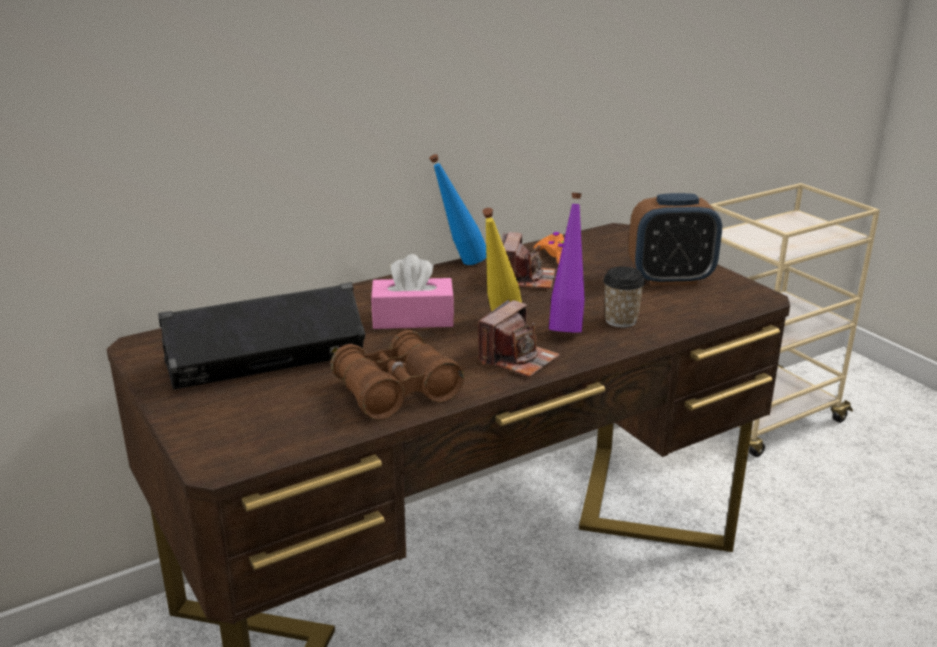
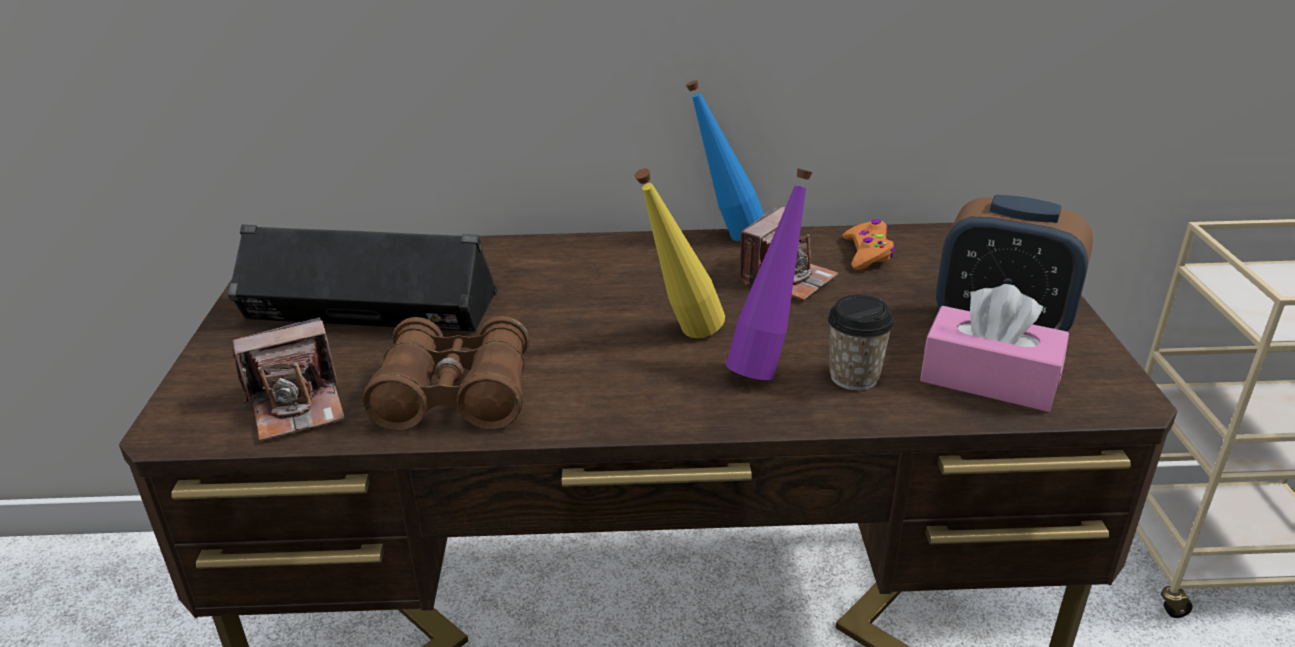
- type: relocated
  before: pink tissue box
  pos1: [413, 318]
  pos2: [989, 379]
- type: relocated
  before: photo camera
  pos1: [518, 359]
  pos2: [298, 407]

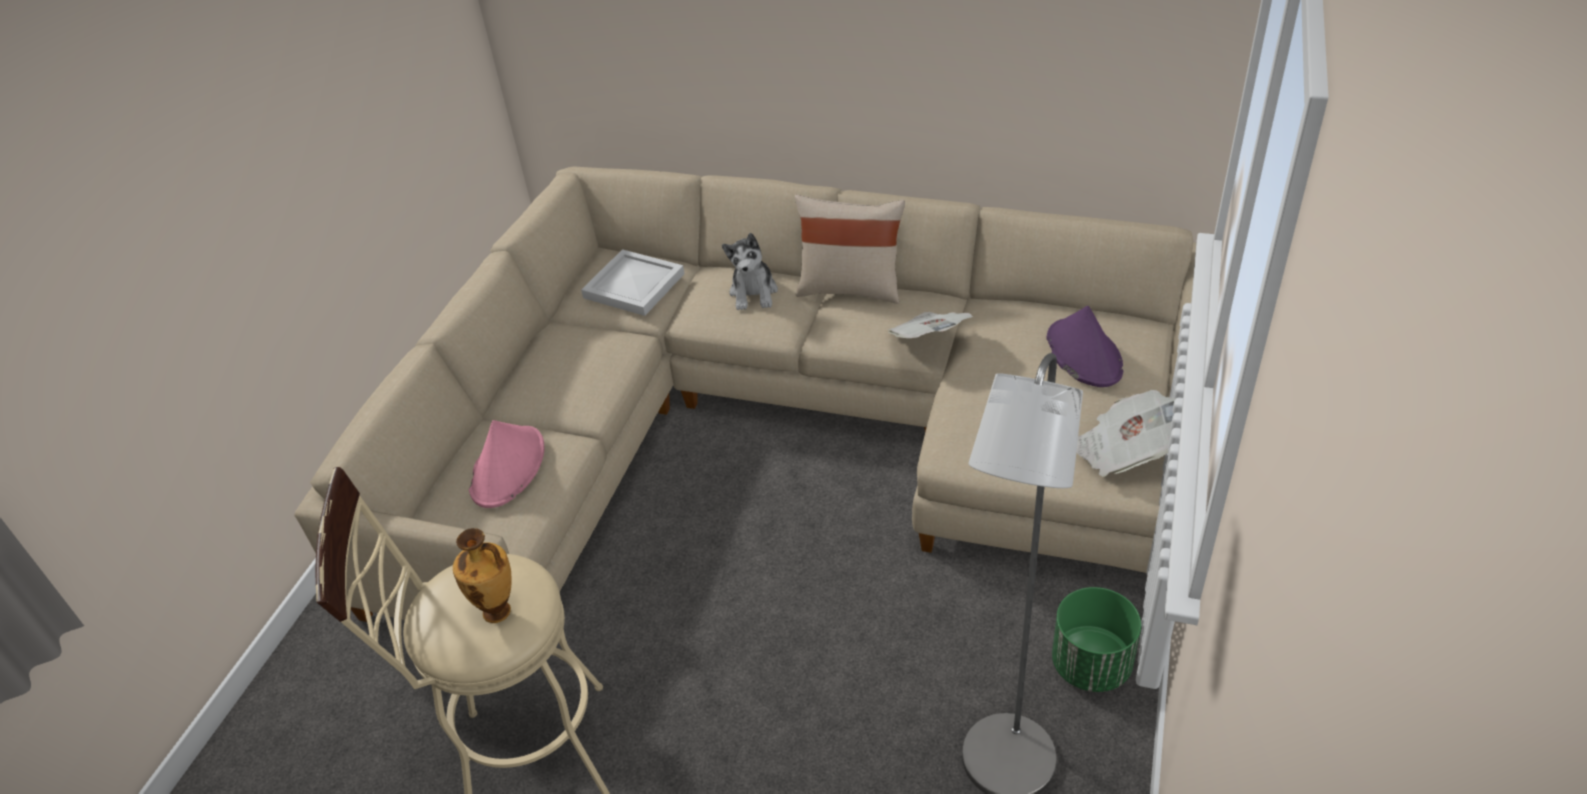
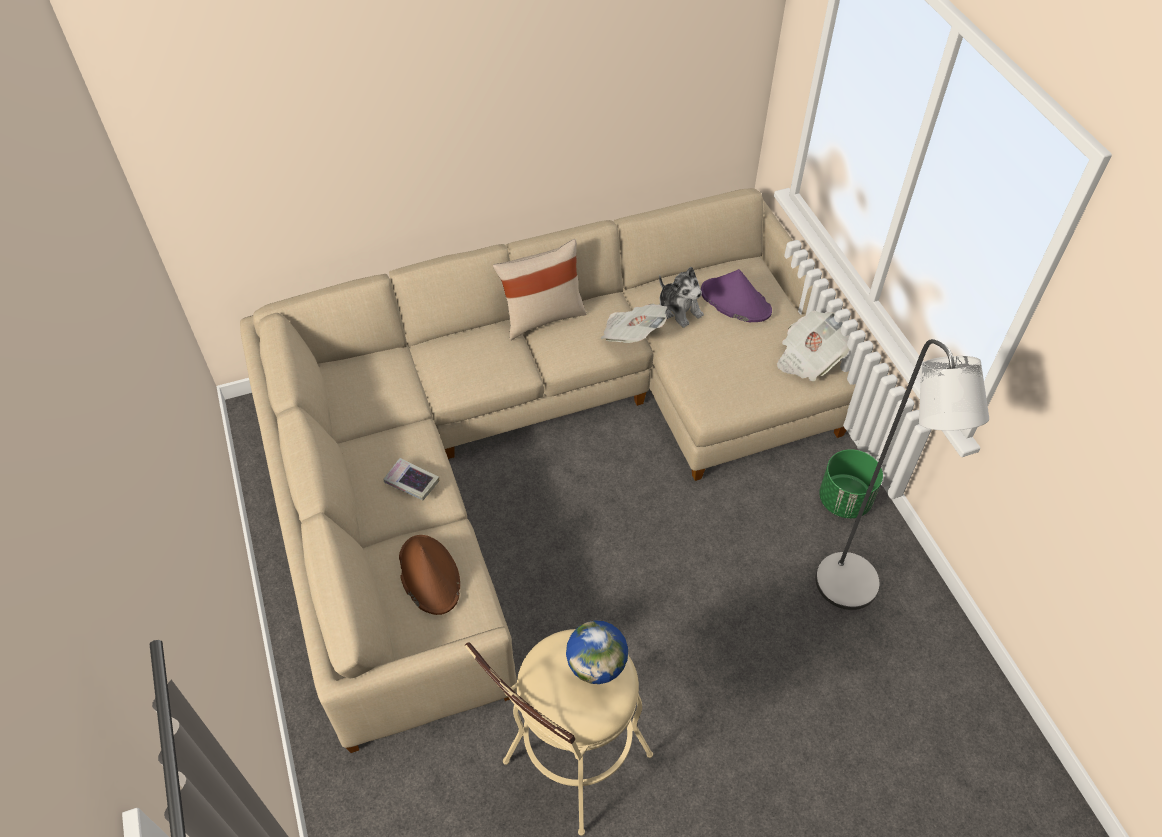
- type: exchanged
  before: vase
  after: globe
  pos1: [498, 612]
  pos2: [597, 676]
- type: colour
  before: pink hat
  after: brown hat
  pos1: [508, 467]
  pos2: [429, 575]
- type: missing
  before: white tray
  pos1: [634, 286]
- type: relocated
  before: plush toy
  pos1: [754, 293]
  pos2: [679, 309]
- type: appeared
  after: book
  pos2: [411, 482]

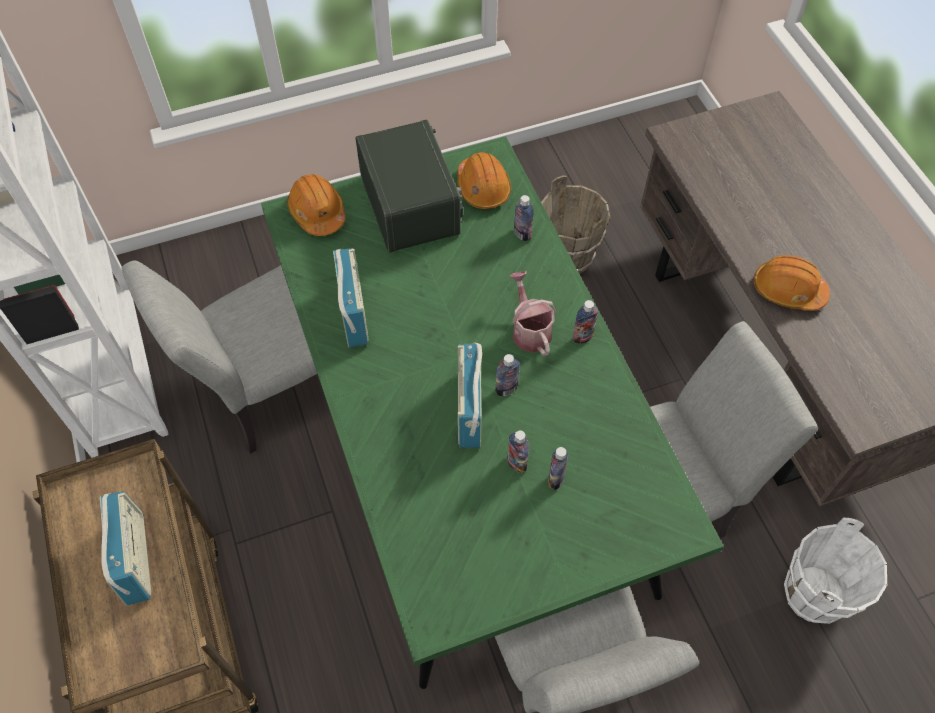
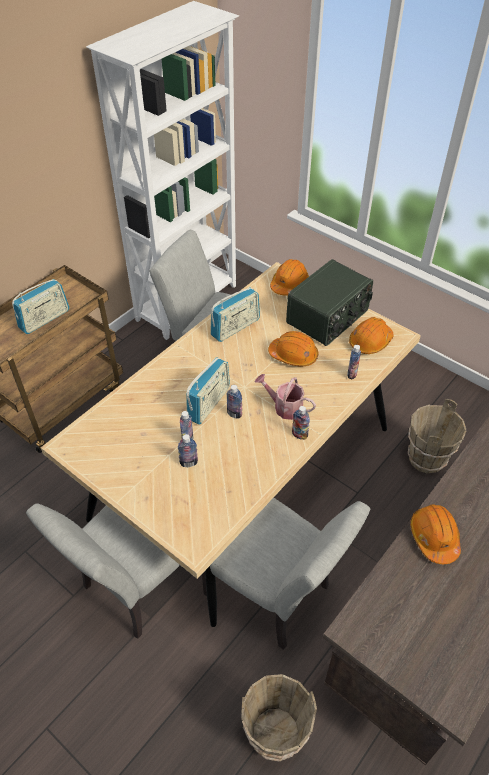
- type: colour
  before: green dining table
  after: beige dining table
  pos1: [465, 452]
  pos2: [244, 471]
- type: spun
  before: radio
  pos1: [469, 409]
  pos2: [209, 403]
  turn: 150
- type: spun
  before: watering can
  pos1: [529, 330]
  pos2: [284, 407]
  turn: -105
- type: colour
  before: white bucket
  after: brown bucket
  pos1: [814, 595]
  pos2: [275, 734]
- type: appeared
  after: orange hard hat
  pos2: [293, 355]

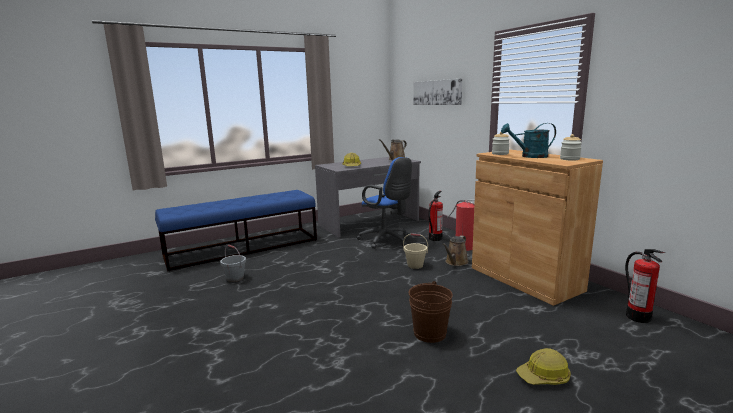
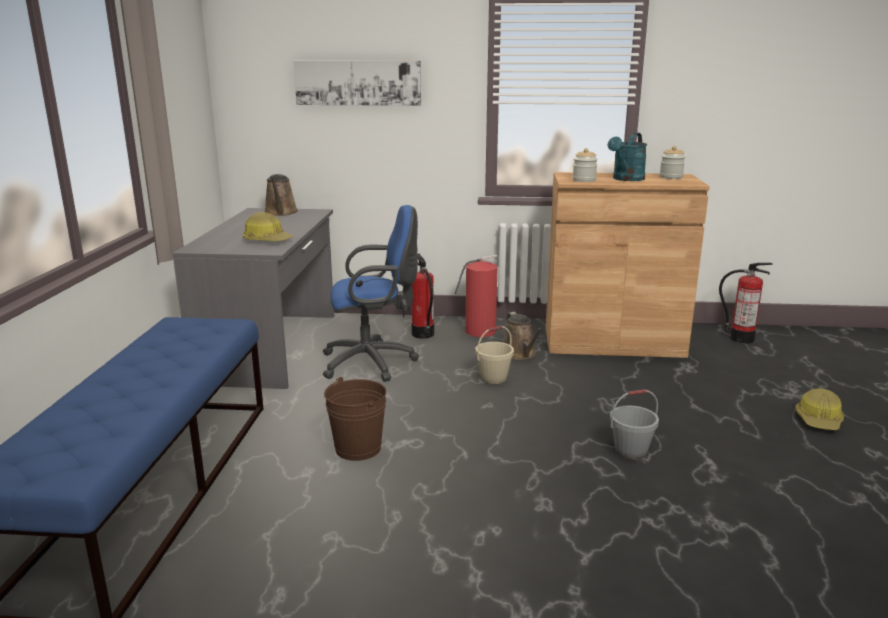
- type: relocated
  before: grey bucket
  pos1: [235, 278]
  pos2: [630, 451]
- type: relocated
  before: brown bucket
  pos1: [430, 333]
  pos2: [358, 448]

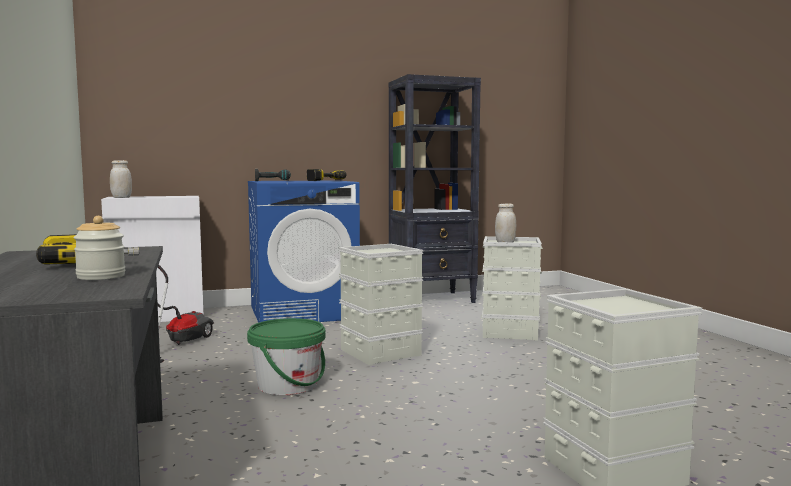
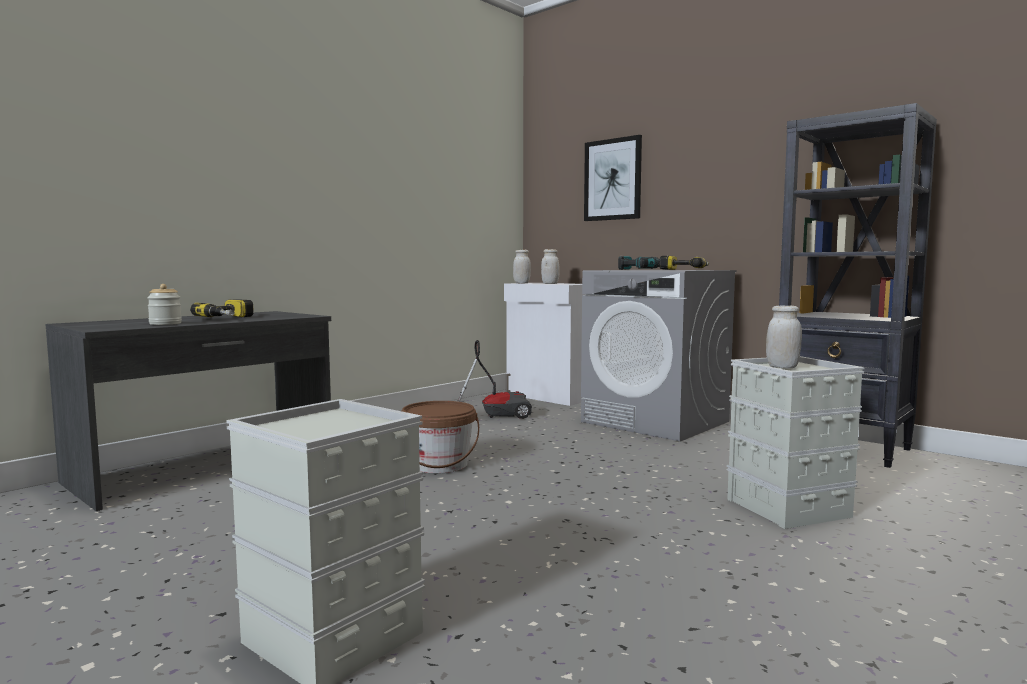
- type: colour
  before: green bucket
  after: brown bucket
  pos1: [288, 385]
  pos2: [439, 465]
- type: colour
  before: blue washing machine
  after: grey washing machine
  pos1: [304, 312]
  pos2: [656, 422]
- type: missing
  before: grey storage box
  pos1: [380, 352]
- type: appeared
  after: white jar
  pos2: [550, 283]
- type: appeared
  after: picture
  pos2: [612, 179]

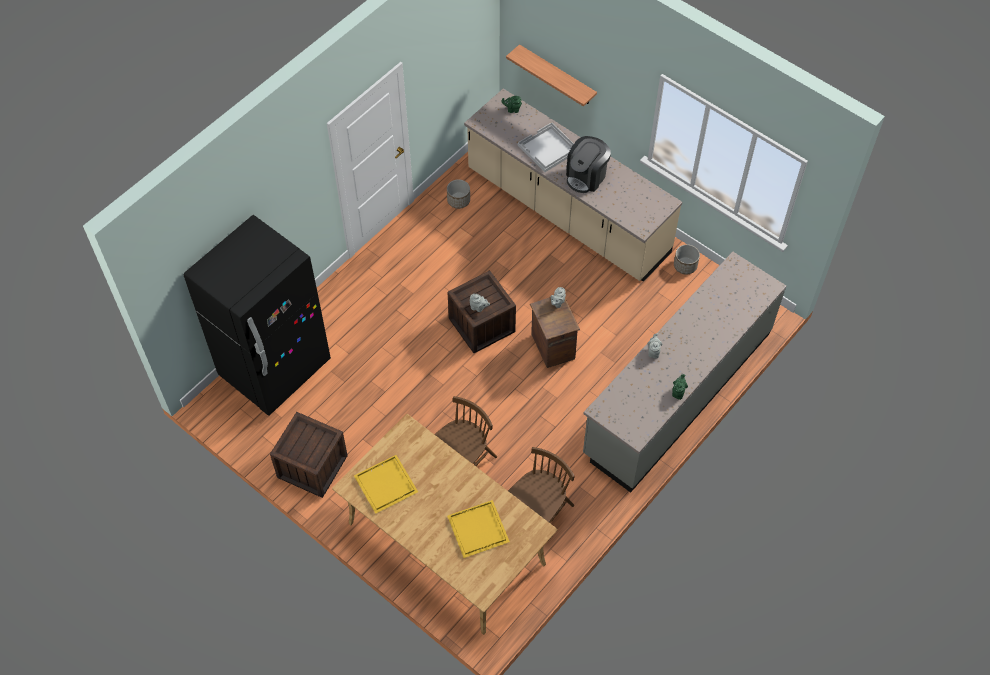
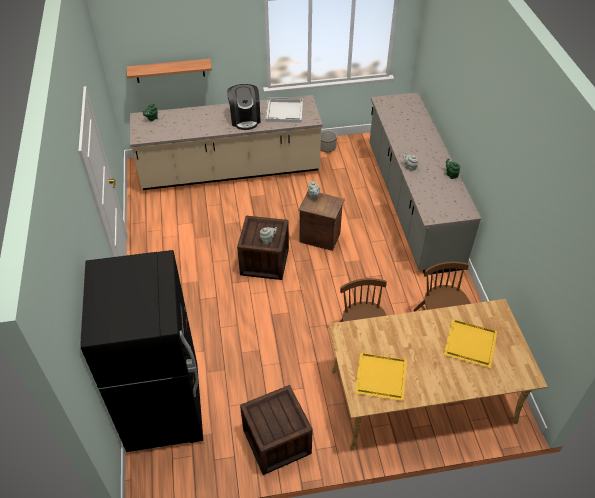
- type: missing
  before: planter
  pos1: [458, 200]
- type: relocated
  before: white tray
  pos1: [548, 149]
  pos2: [284, 111]

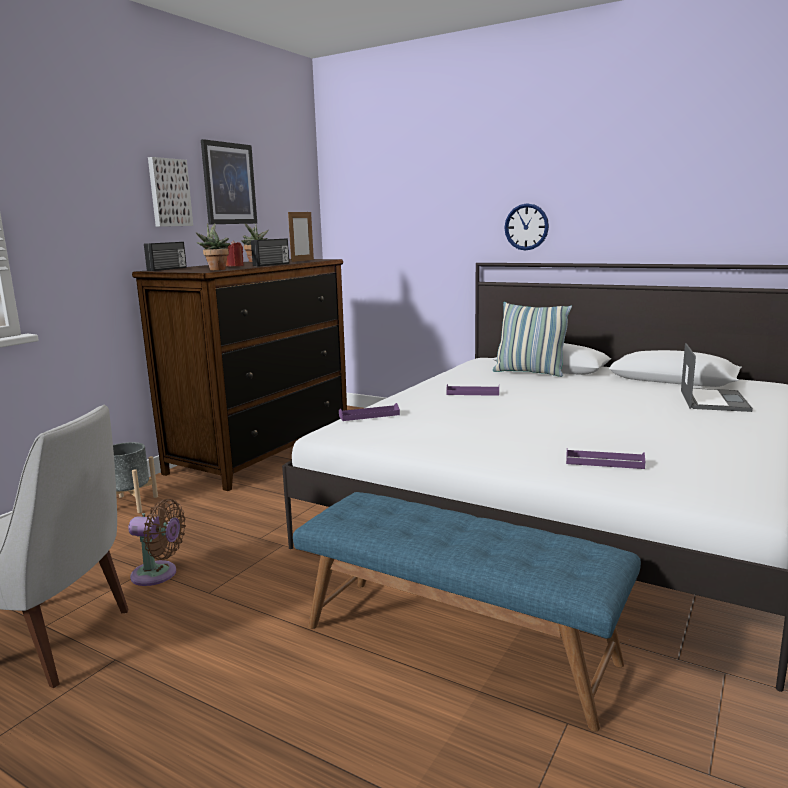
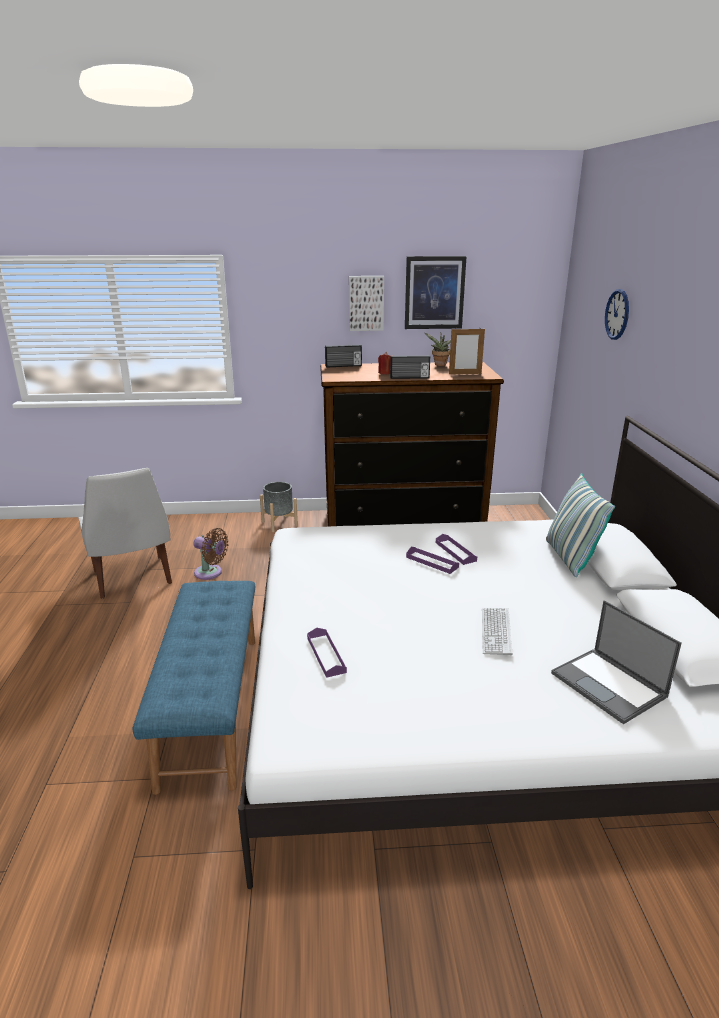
- type: spun
  before: brown fan
  pos1: [158, 574]
  pos2: [210, 573]
  turn: -45
- type: missing
  before: potted plant
  pos1: [216, 269]
- type: relocated
  before: purple tray
  pos1: [369, 415]
  pos2: [432, 562]
- type: relocated
  before: wall clock
  pos1: [526, 227]
  pos2: [617, 314]
- type: spun
  before: laptop
  pos1: [713, 400]
  pos2: [609, 685]
  turn: 75
- type: appeared
  after: keyboard
  pos2: [496, 632]

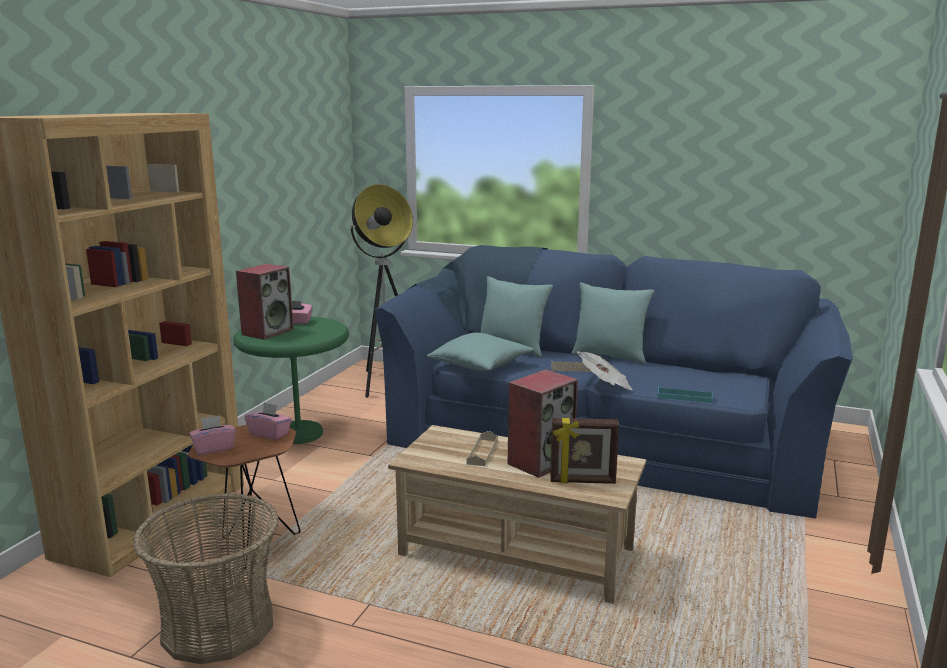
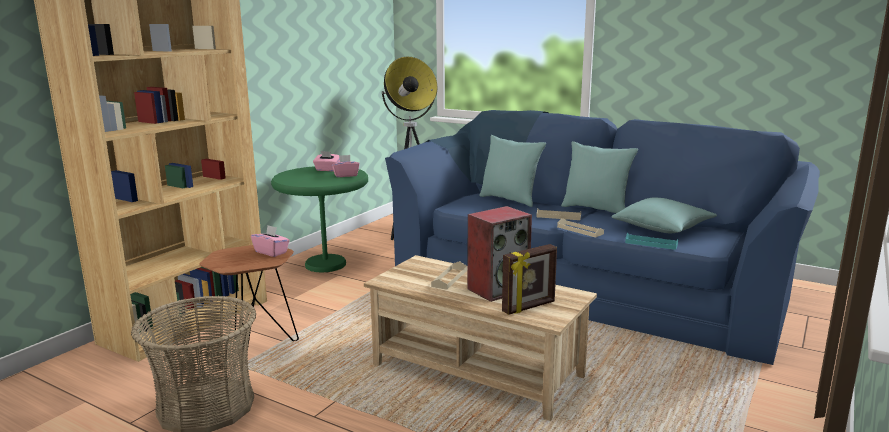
- type: relocated
  before: pink tissue box
  pos1: [214, 448]
  pos2: [345, 175]
- type: missing
  before: speaker
  pos1: [267, 332]
- type: relocated
  before: turquoise pillow
  pos1: [481, 365]
  pos2: [663, 228]
- type: spun
  before: picture frame
  pos1: [582, 481]
  pos2: [529, 307]
  turn: -45
- type: exchanged
  before: newspaper
  after: beige tray
  pos1: [604, 385]
  pos2: [580, 230]

